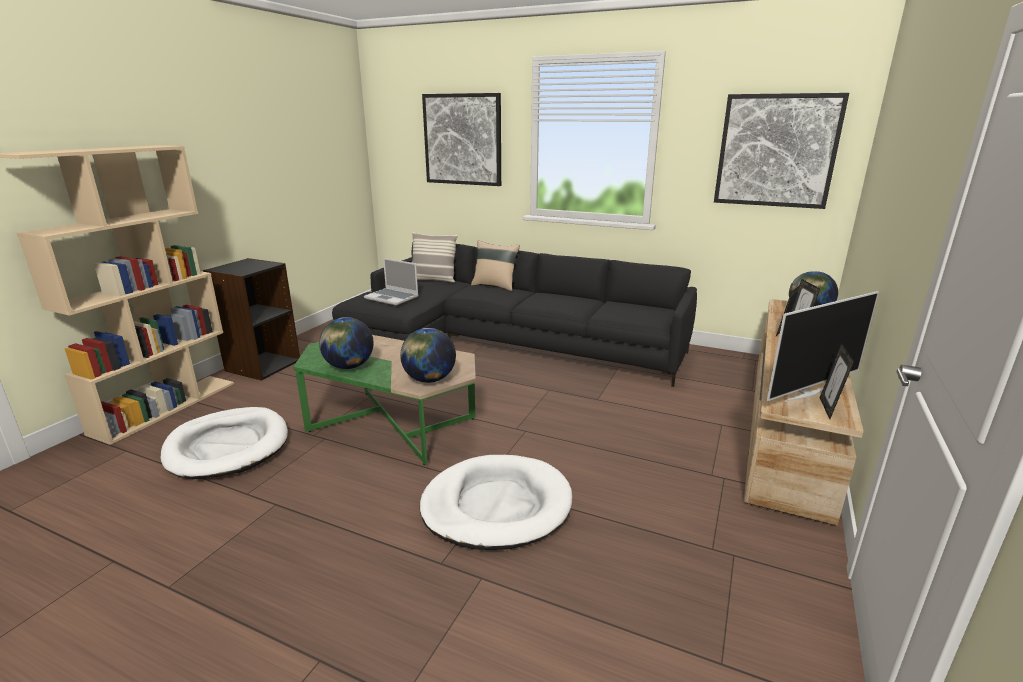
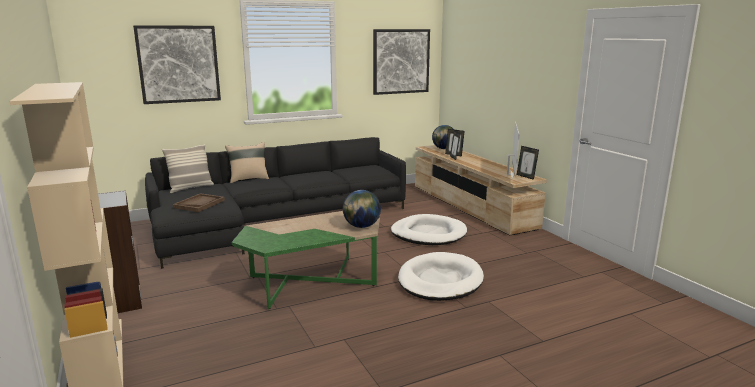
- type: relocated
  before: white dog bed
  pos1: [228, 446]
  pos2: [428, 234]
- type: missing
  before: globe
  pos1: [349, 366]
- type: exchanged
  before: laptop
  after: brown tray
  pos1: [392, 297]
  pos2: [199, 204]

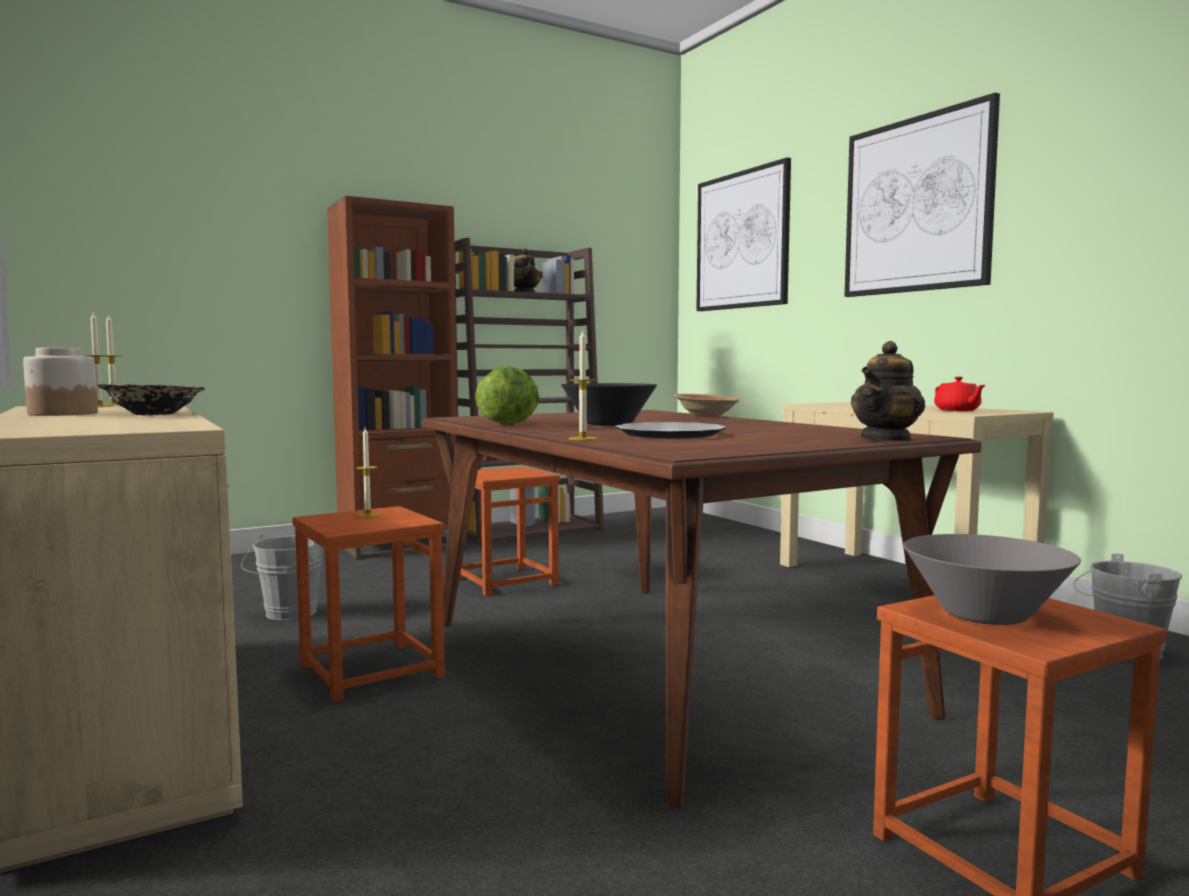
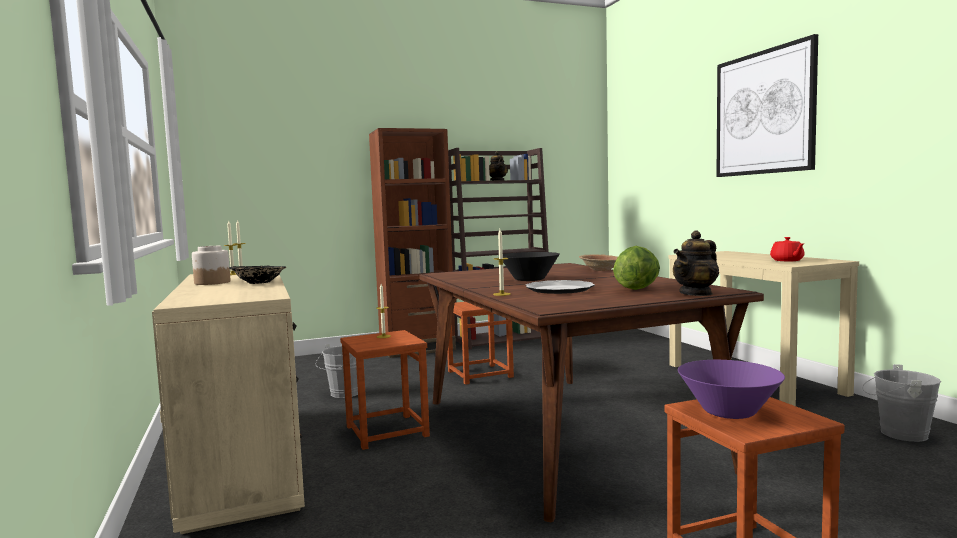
- type: relocated
  before: lettuce
  pos1: [509, 424]
  pos2: [637, 289]
- type: missing
  before: picture
  pos1: [742, 240]
- type: colour
  before: grey bowl
  after: purple bowl
  pos1: [984, 615]
  pos2: [728, 412]

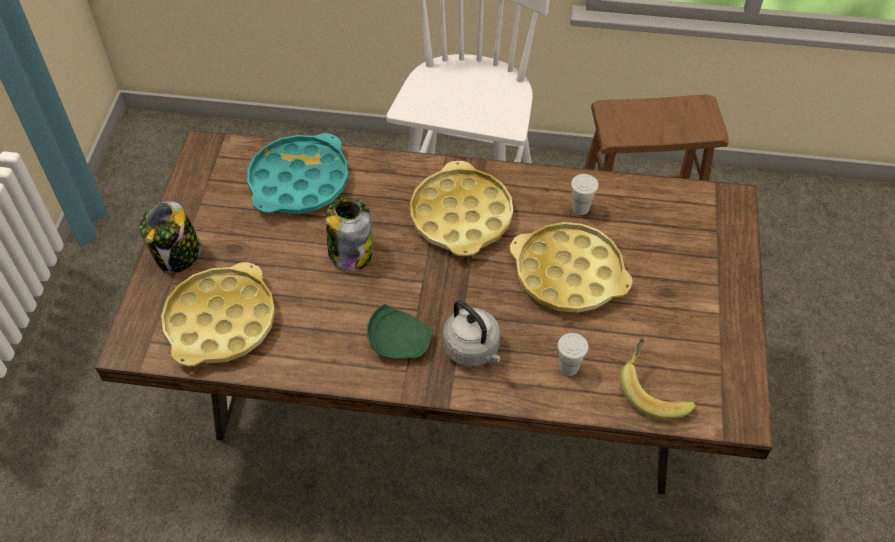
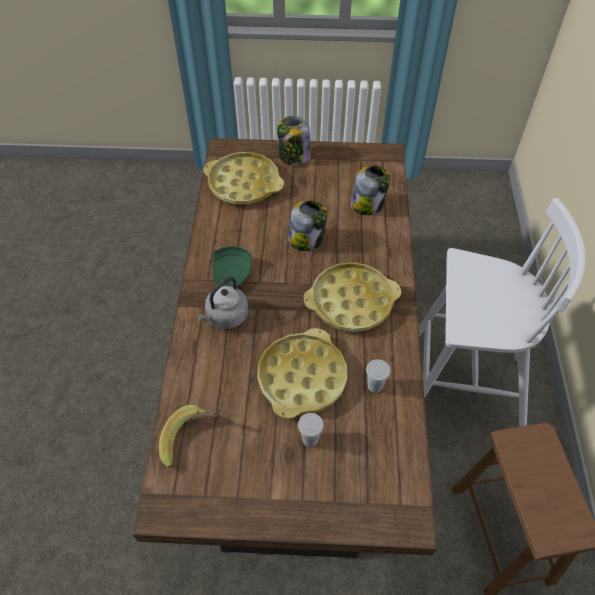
- type: exchanged
  before: turquoise tray
  after: jar
  pos1: [299, 181]
  pos2: [367, 204]
- type: relocated
  before: white cup
  pos1: [568, 368]
  pos2: [310, 439]

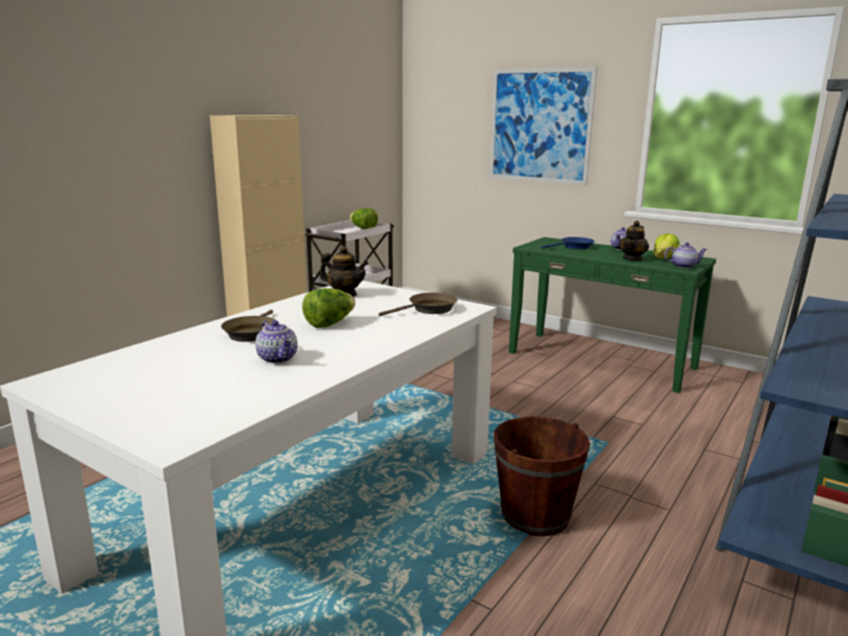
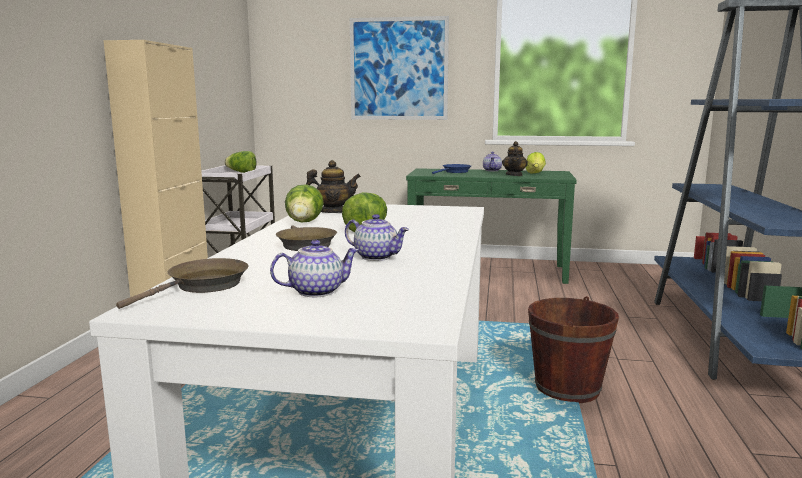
- type: relocated
  before: brown frying pan
  pos1: [429, 309]
  pos2: [203, 286]
- type: relocated
  before: teapot
  pos1: [683, 266]
  pos2: [316, 291]
- type: appeared
  after: lettuce
  pos2: [304, 223]

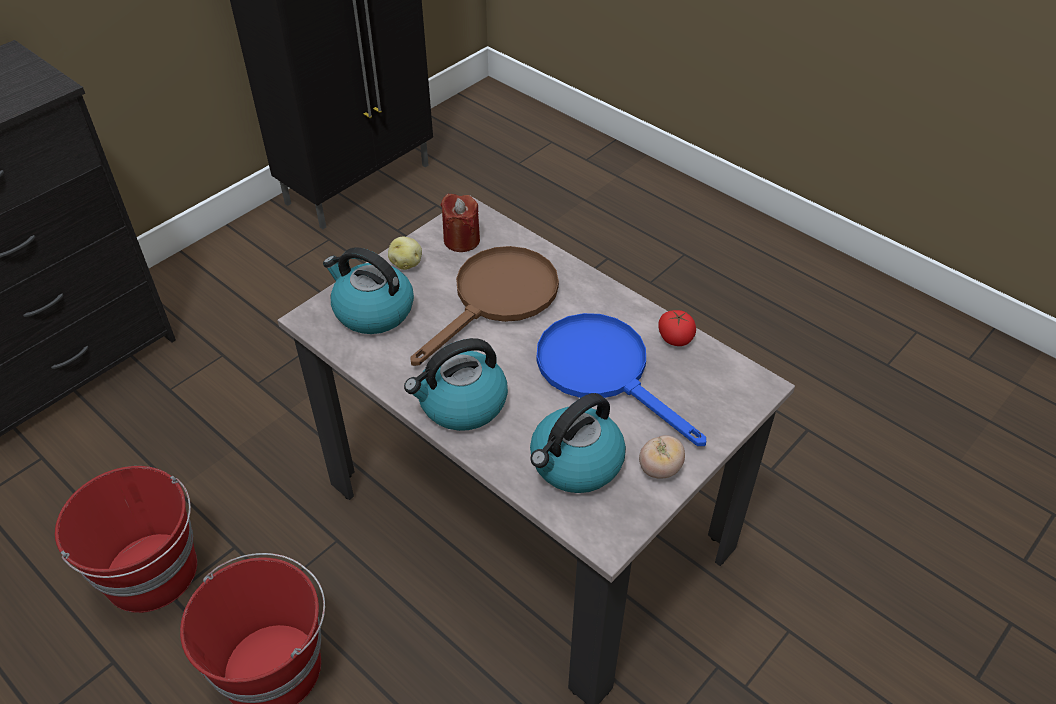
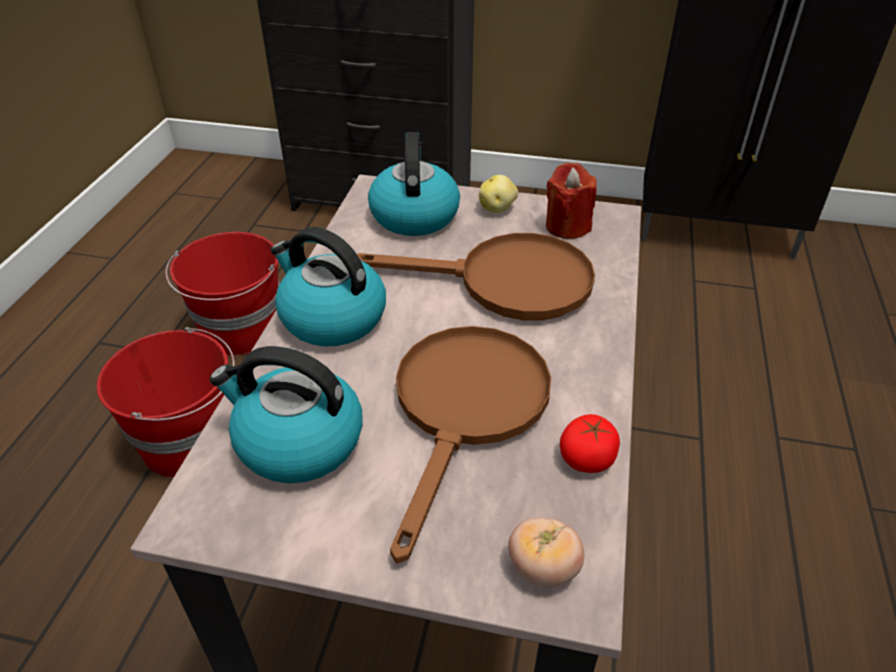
- type: colour
  before: blue frying pan
  after: brown frying pan
  pos1: [604, 371]
  pos2: [466, 409]
- type: relocated
  before: tomato
  pos1: [659, 469]
  pos2: [543, 568]

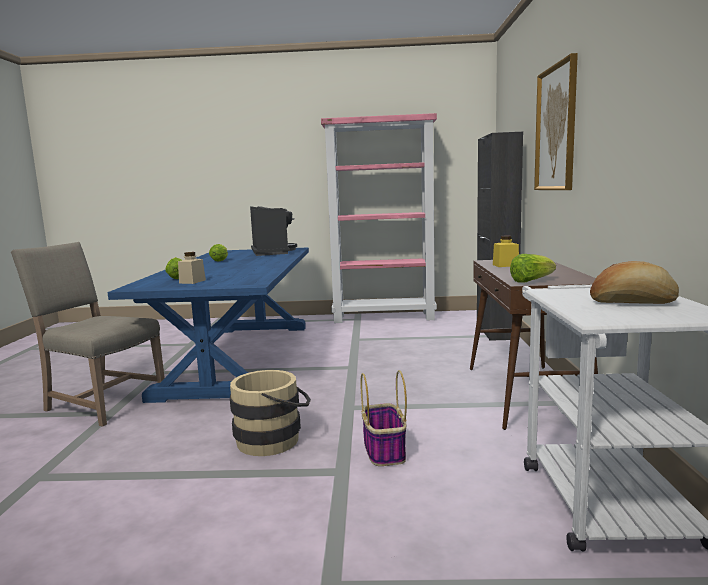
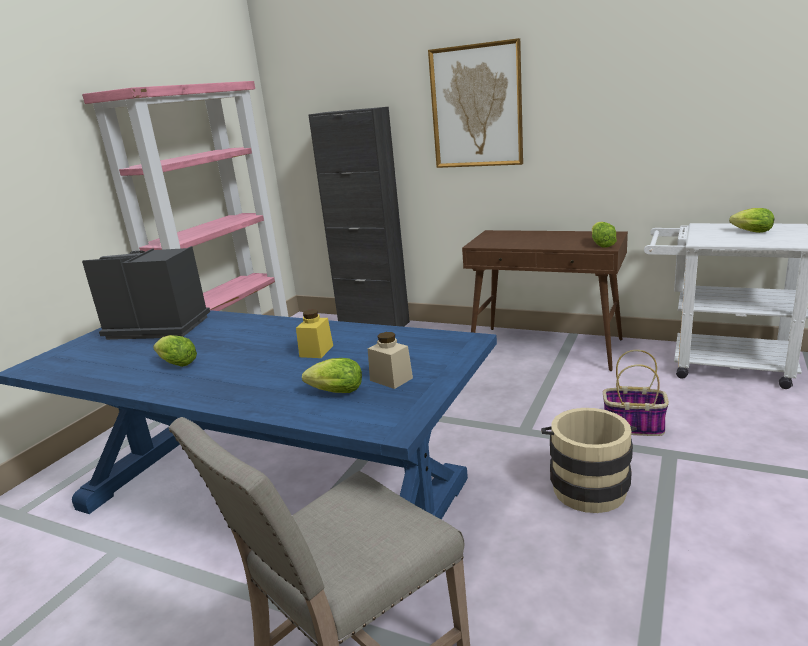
- type: relocated
  before: yellow jar
  pos1: [505, 265]
  pos2: [316, 351]
- type: exchanged
  before: bread
  after: lettuce
  pos1: [632, 302]
  pos2: [749, 232]

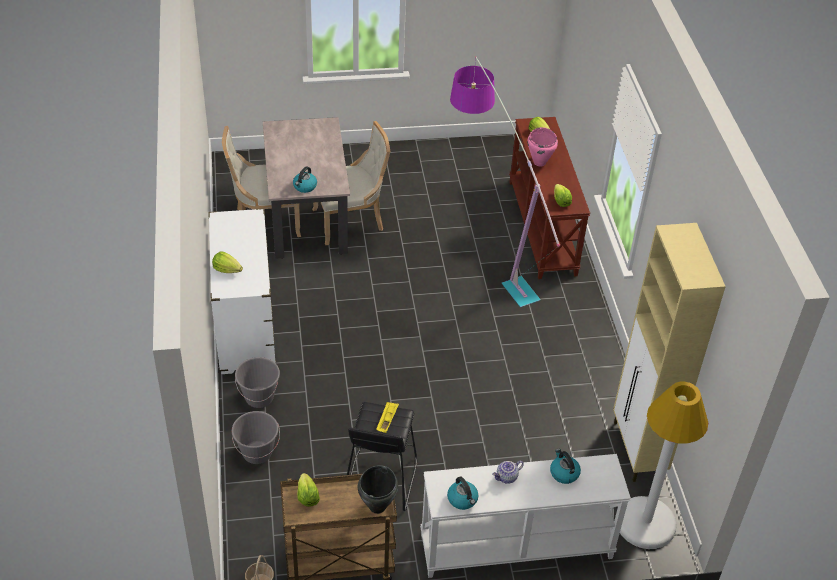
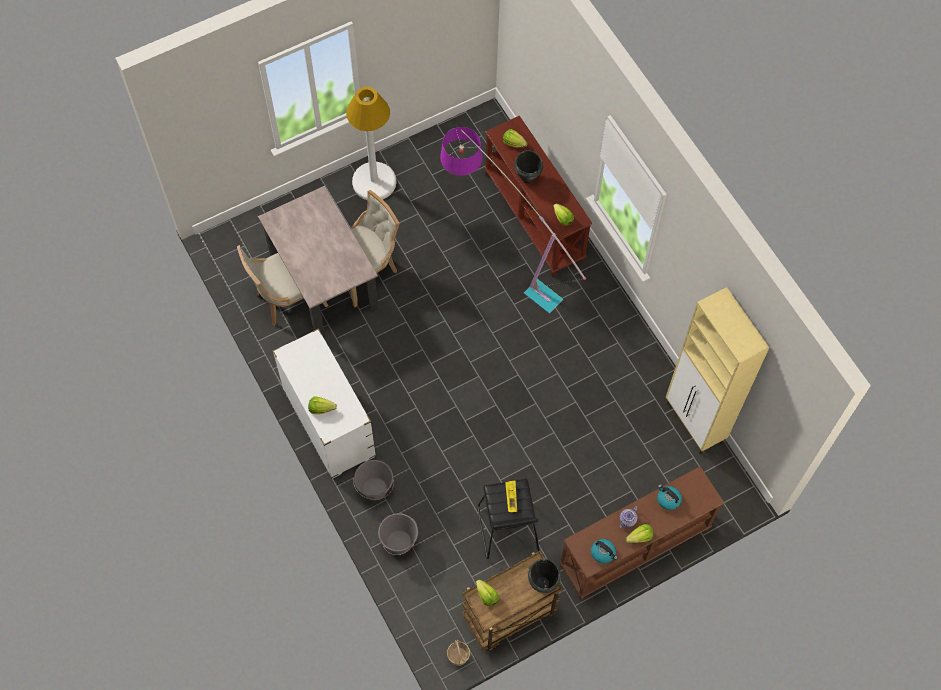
- type: missing
  before: kettle
  pos1: [305, 187]
- type: colour
  before: white console table
  after: brown console table
  pos1: [516, 548]
  pos2: [634, 548]
- type: colour
  before: pink cooking pot
  after: black cooking pot
  pos1: [540, 162]
  pos2: [527, 178]
- type: relocated
  before: white floor lamp
  pos1: [645, 523]
  pos2: [374, 182]
- type: appeared
  after: lettuce
  pos2: [640, 537]

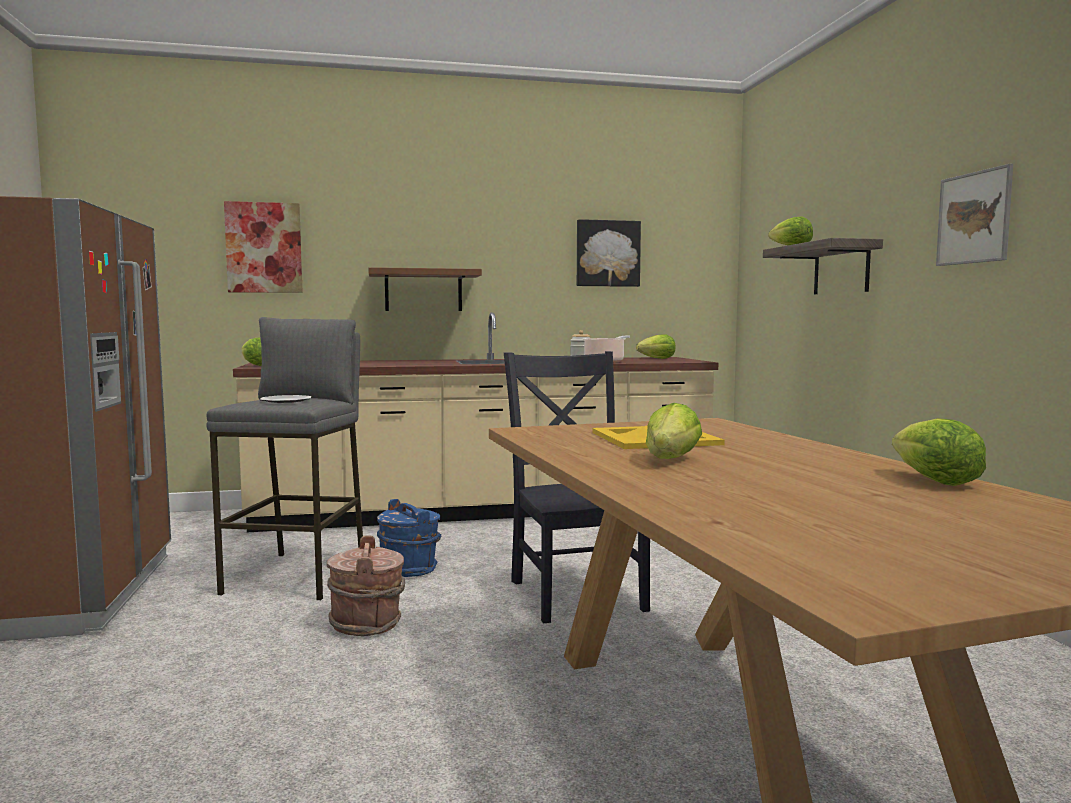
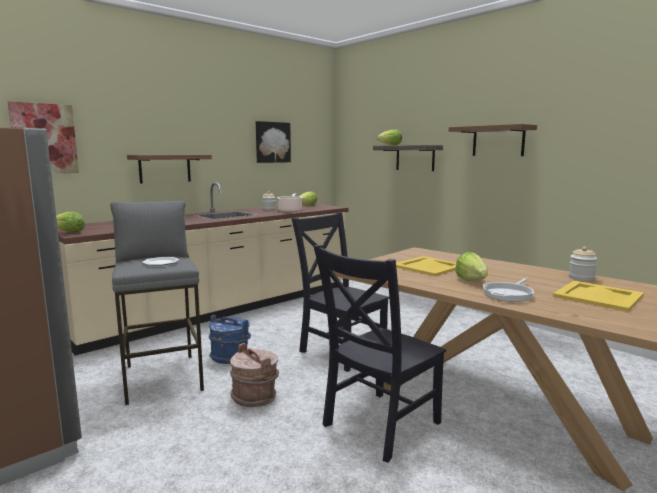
- type: exchanged
  before: lettuce
  after: jar
  pos1: [934, 481]
  pos2: [581, 278]
- type: exchanged
  before: picture
  after: brown shelf
  pos1: [974, 218]
  pos2: [498, 141]
- type: appeared
  after: black chair
  pos2: [378, 426]
- type: appeared
  after: frying pan
  pos2: [509, 294]
- type: appeared
  after: yellow tray
  pos2: [597, 296]

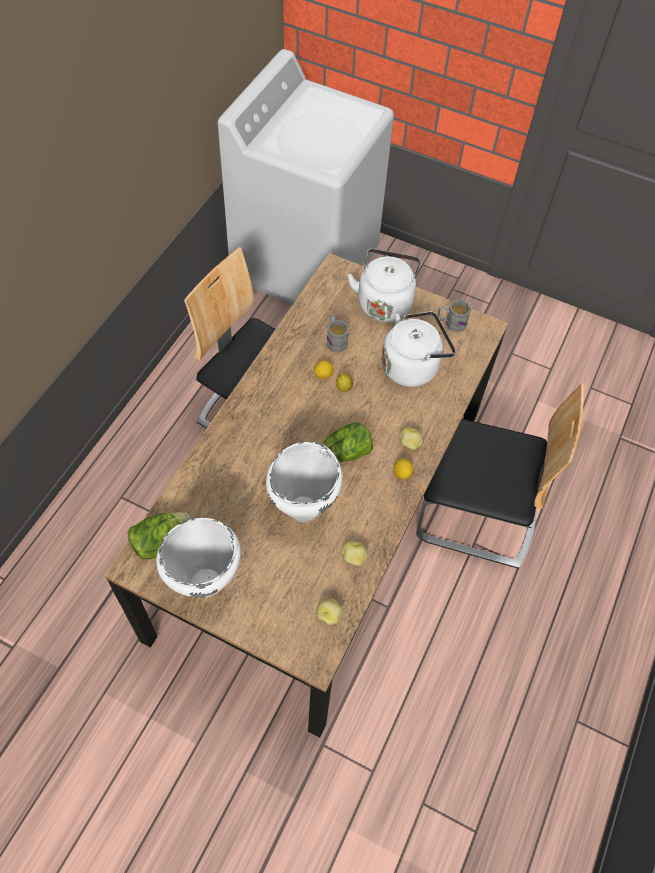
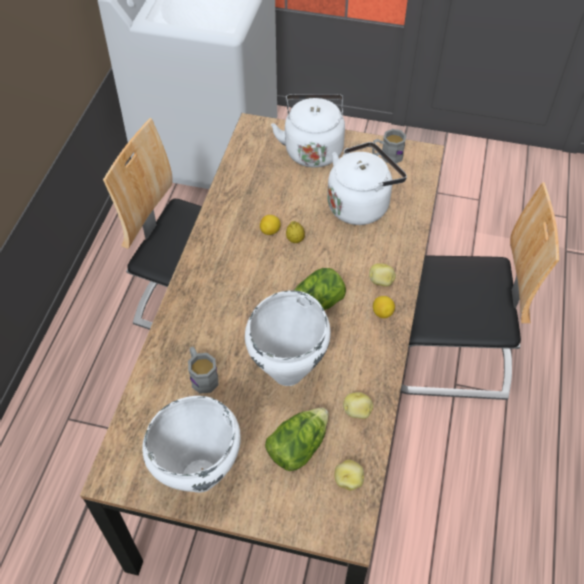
- type: relocated
  before: lettuce
  pos1: [159, 540]
  pos2: [297, 446]
- type: relocated
  before: grey mug
  pos1: [335, 340]
  pos2: [202, 376]

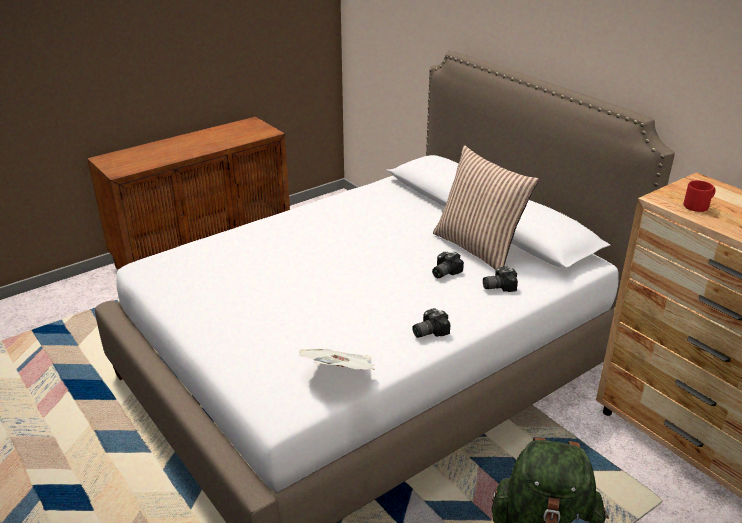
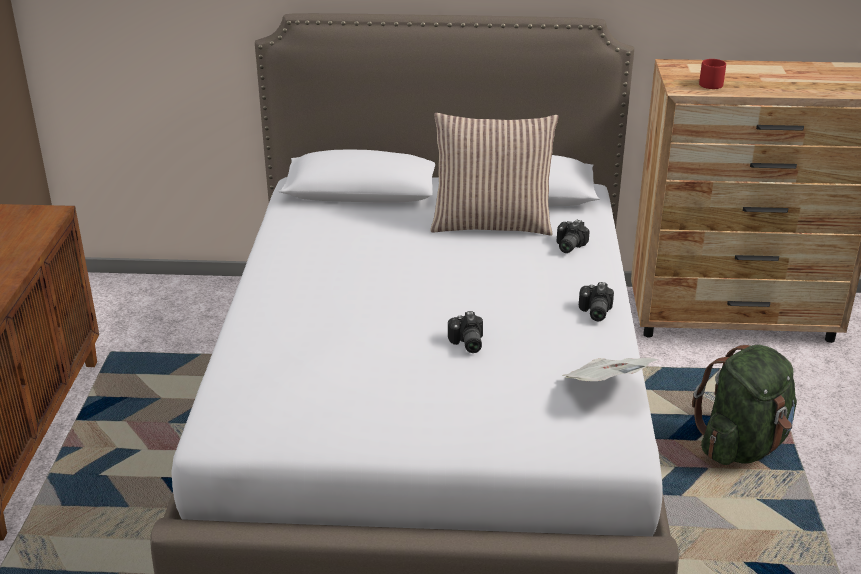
- type: relocated
  before: photo camera
  pos1: [443, 272]
  pos2: [466, 343]

